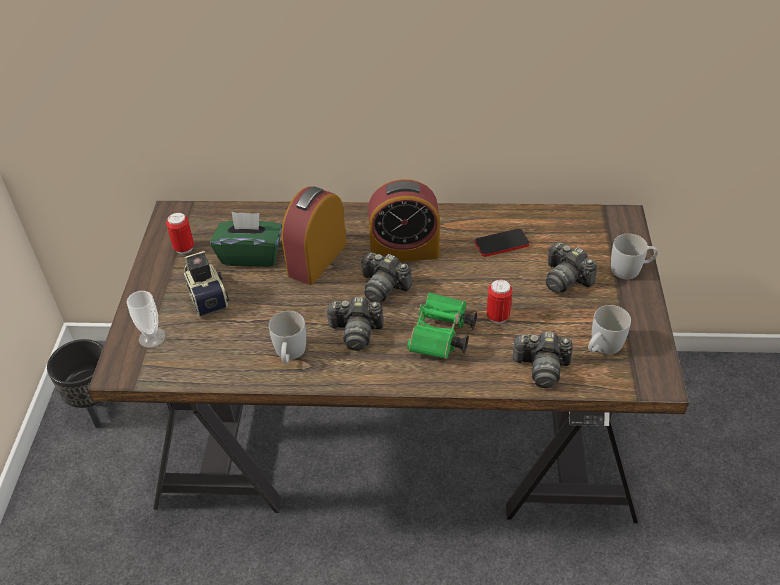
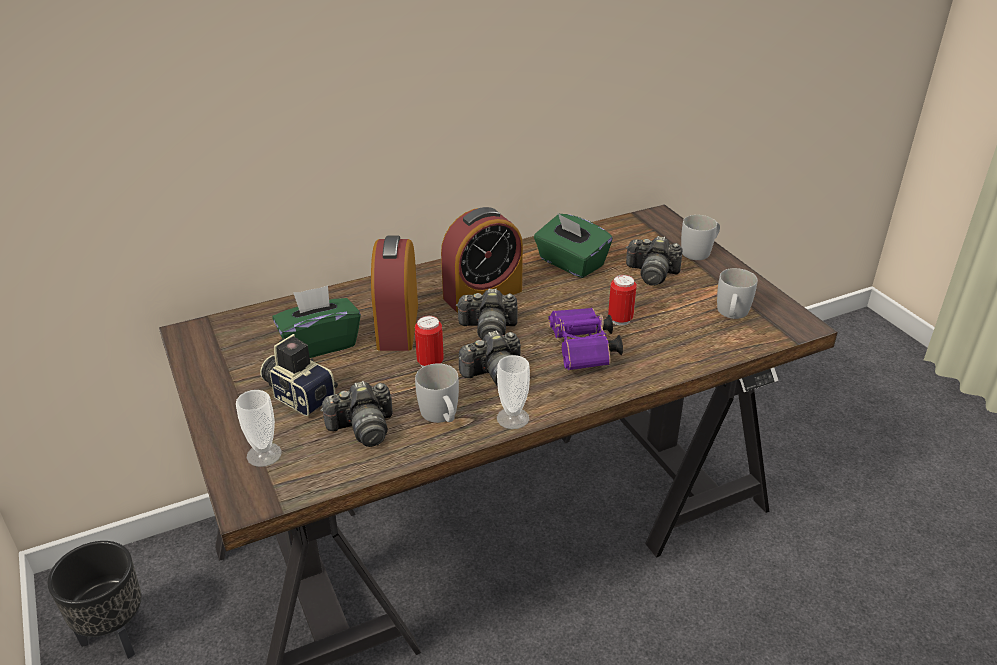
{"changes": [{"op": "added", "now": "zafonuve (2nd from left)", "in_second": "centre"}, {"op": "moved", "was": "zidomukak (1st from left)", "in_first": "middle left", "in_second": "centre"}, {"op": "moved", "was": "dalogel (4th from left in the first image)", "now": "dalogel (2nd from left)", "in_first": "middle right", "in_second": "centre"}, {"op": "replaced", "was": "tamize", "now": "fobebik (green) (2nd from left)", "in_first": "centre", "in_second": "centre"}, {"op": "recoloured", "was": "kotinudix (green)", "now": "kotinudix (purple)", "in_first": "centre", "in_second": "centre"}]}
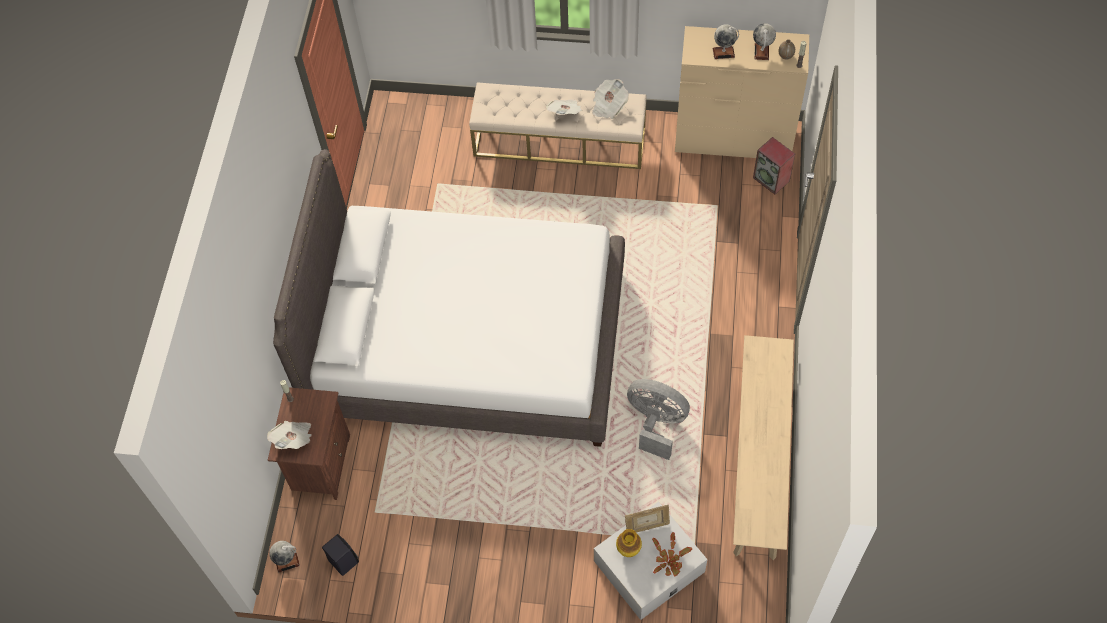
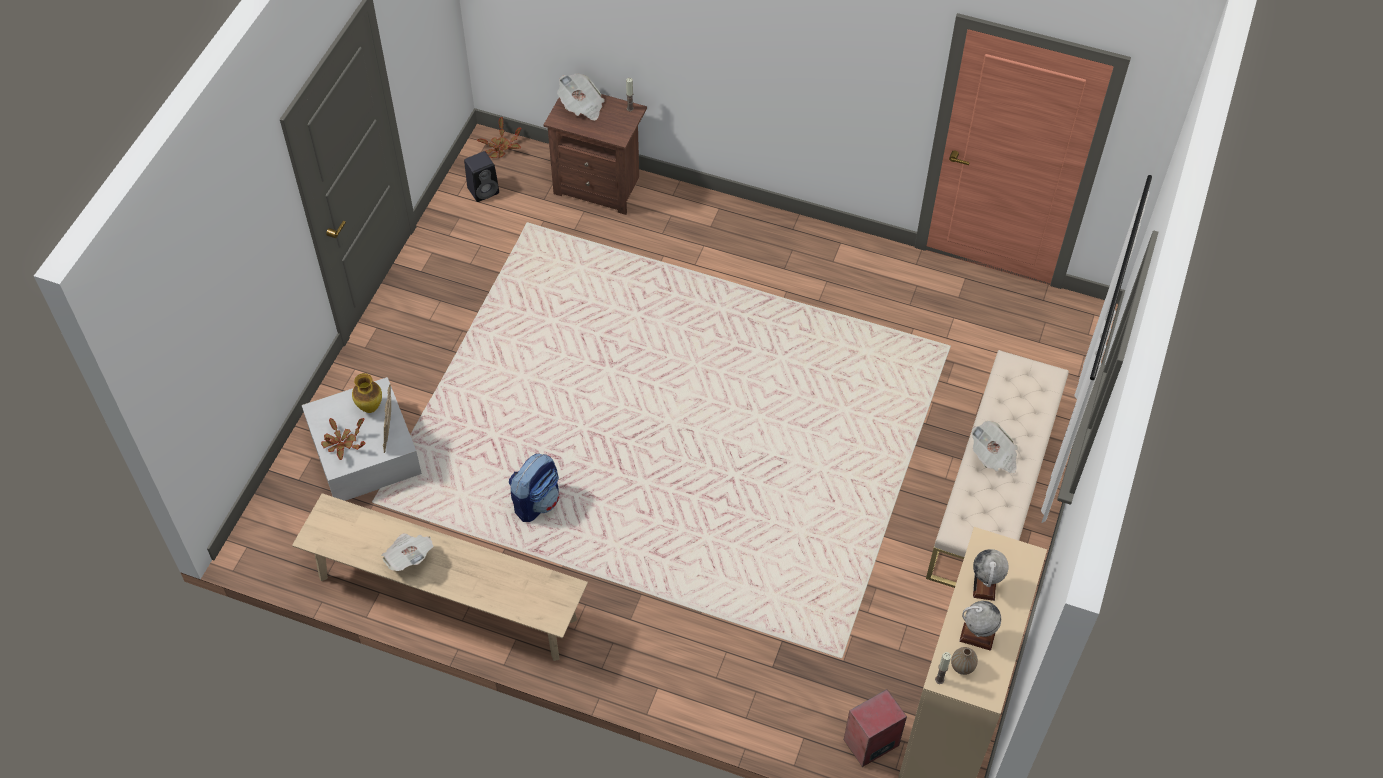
{"changes": [{"op": "removed", "was": "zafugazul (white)", "in_first": "centre"}, {"op": "moved", "was": "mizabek (3rd from left in the first image)", "now": "mizabek (1st from left)", "in_first": "top centre", "in_second": "bottom left"}, {"op": "replaced", "was": "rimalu (1st from left)", "now": "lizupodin (2nd from left)", "in_first": "bottom left", "in_second": "top centre"}, {"op": "replaced", "was": "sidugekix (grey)", "now": "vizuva", "in_first": "bottom centre", "in_second": "centre"}]}
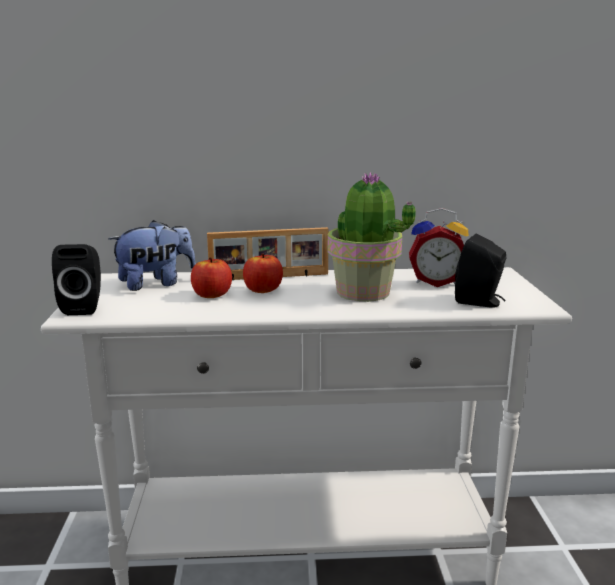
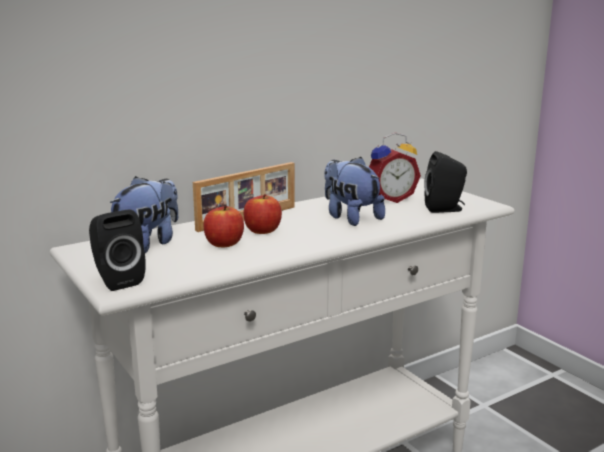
{"changes": [{"op": "replaced", "was": "lizupodin", "now": "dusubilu (2nd from left)", "in_first": "centre", "in_second": "centre"}]}
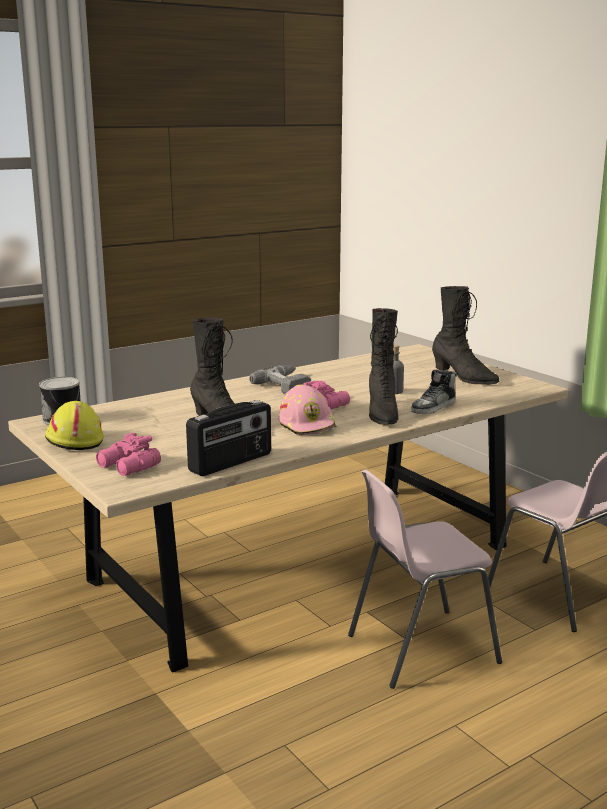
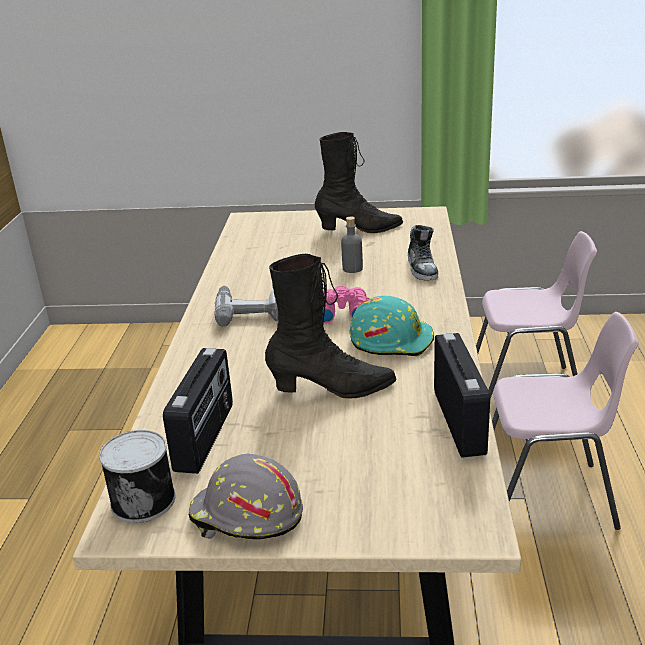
{"changes": [{"op": "removed", "was": "kotinudix (pink) (1st from left)", "in_first": "middle left"}, {"op": "removed", "was": "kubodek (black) (2nd from left)", "in_first": "centre"}, {"op": "added", "now": "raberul (1st from left)", "in_second": "middle left"}, {"op": "recoloured", "was": "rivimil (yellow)", "now": "rivimil (grey)", "in_first": "middle left", "in_second": "bottom centre"}, {"op": "recoloured", "was": "rivimil (pink)", "now": "rivimil (turquoise)", "in_first": "centre", "in_second": "centre"}, {"op": "turned", "was": "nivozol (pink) (1st from left in the first image)", "in_first": "bottom right", "in_second": "middle right", "clockwise": -105}]}
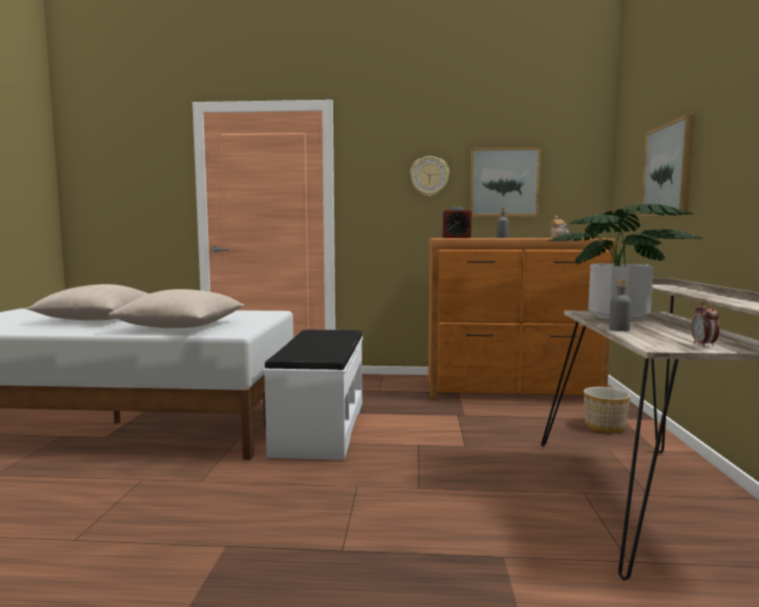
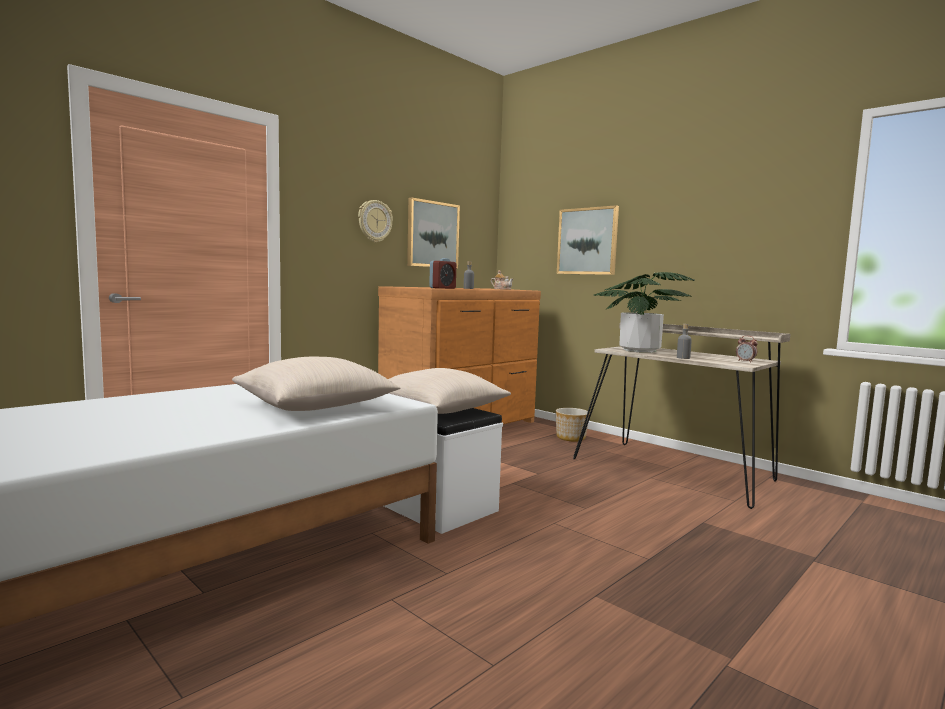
{"changes": [{"op": "moved", "was": "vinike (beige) (1st from left in the first image)", "now": "vinike (beige) (2nd from left)", "in_first": "middle left", "in_second": "centre"}]}
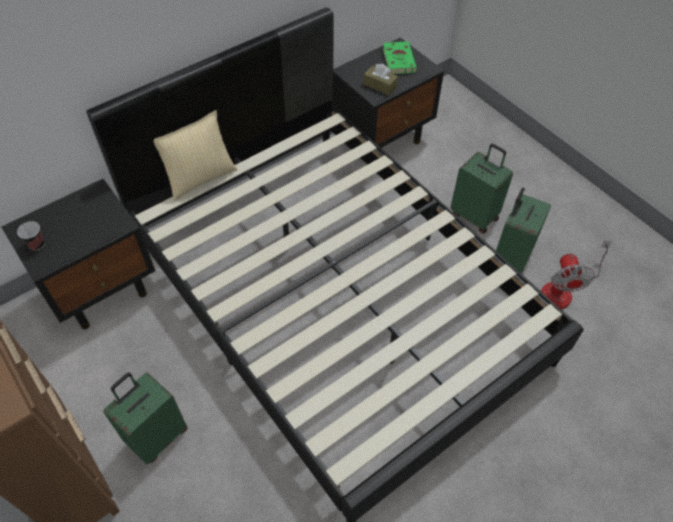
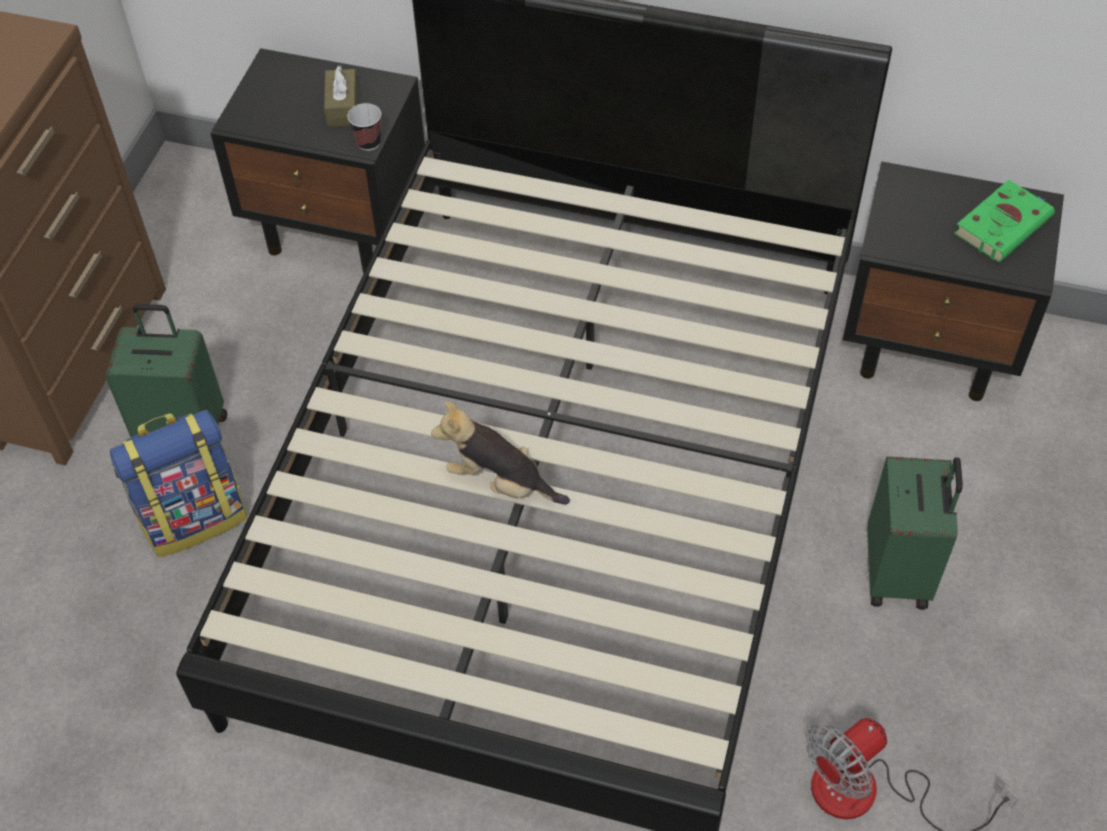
{"changes": [{"op": "removed", "was": "vinike", "in_first": "top left"}, {"op": "removed", "was": "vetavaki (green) (3rd from left)", "in_first": "middle right"}, {"op": "added", "now": "vizuva", "in_second": "middle left"}, {"op": "added", "now": "dusubilu", "in_second": "centre"}, {"op": "moved", "was": "zafonuve", "in_first": "middle left", "in_second": "top left"}, {"op": "moved", "was": "fobebik (brown)", "in_first": "top centre", "in_second": "top left"}]}
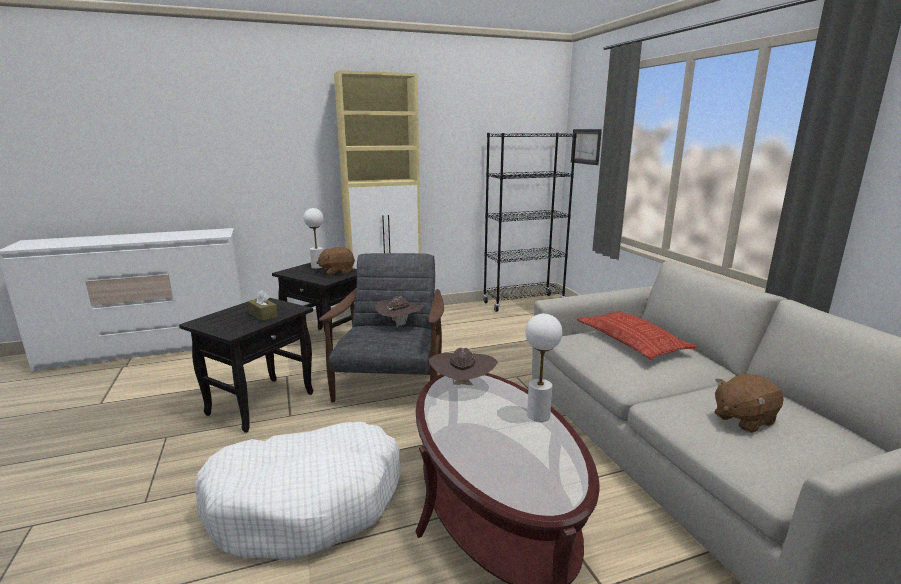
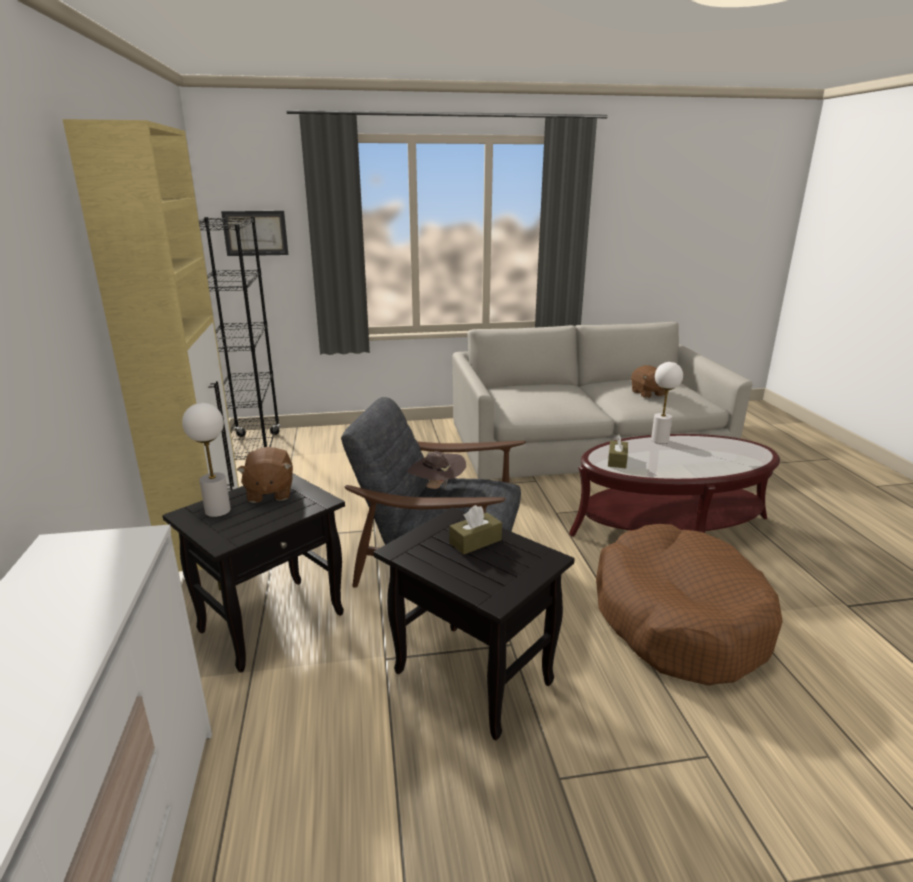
{"changes": [{"op": "removed", "was": "vinike", "in_first": "middle right"}, {"op": "replaced", "was": "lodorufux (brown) (2nd from left)", "now": "fobebik (brown) (2nd from left)", "in_first": "centre", "in_second": "middle right"}, {"op": "recoloured", "was": "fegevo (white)", "now": "fegevo (brown)", "in_first": "bottom left", "in_second": "bottom right"}]}
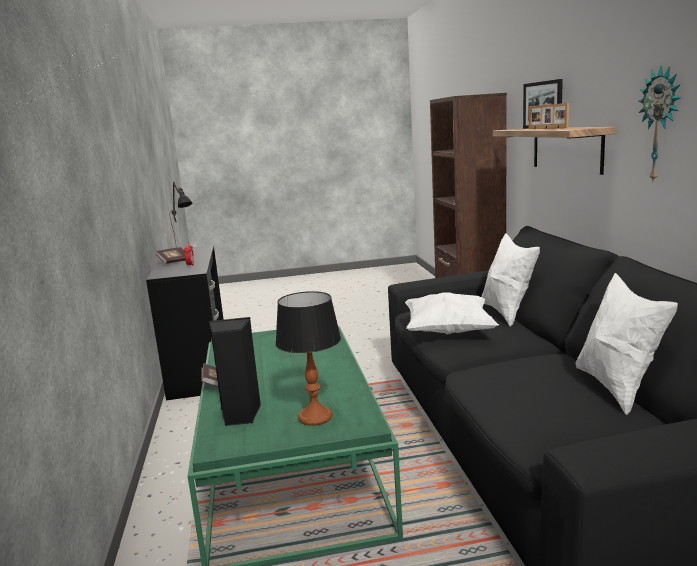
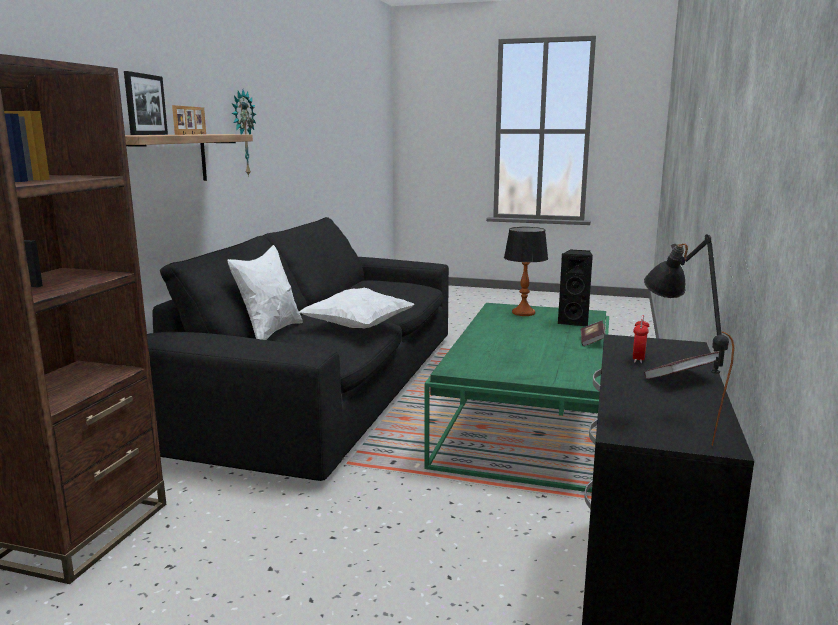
{"changes": [{"op": "removed", "was": "vinike (white) (3rd from left)", "in_first": "middle right"}]}
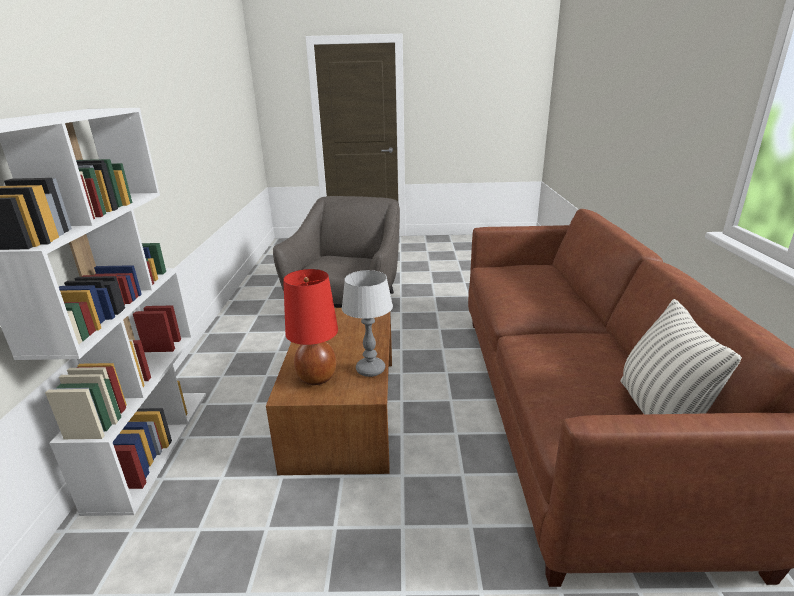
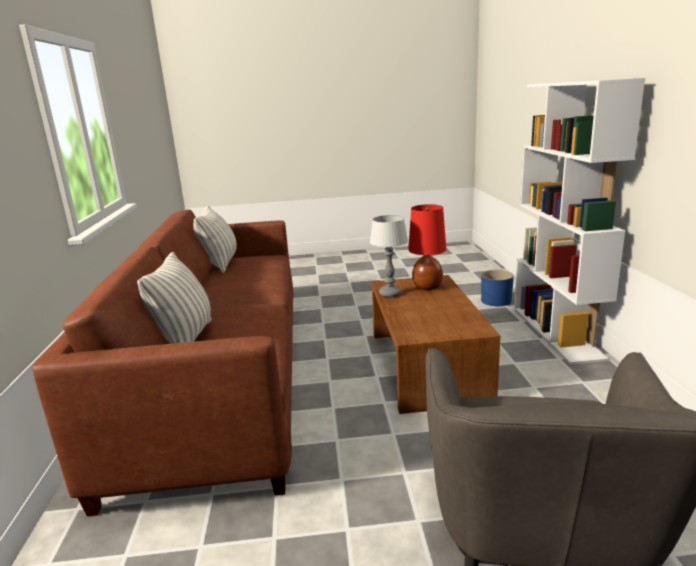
{"changes": [{"op": "added", "now": "vinike (1st from left)", "in_second": "middle left"}, {"op": "added", "now": "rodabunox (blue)", "in_second": "middle right"}]}
